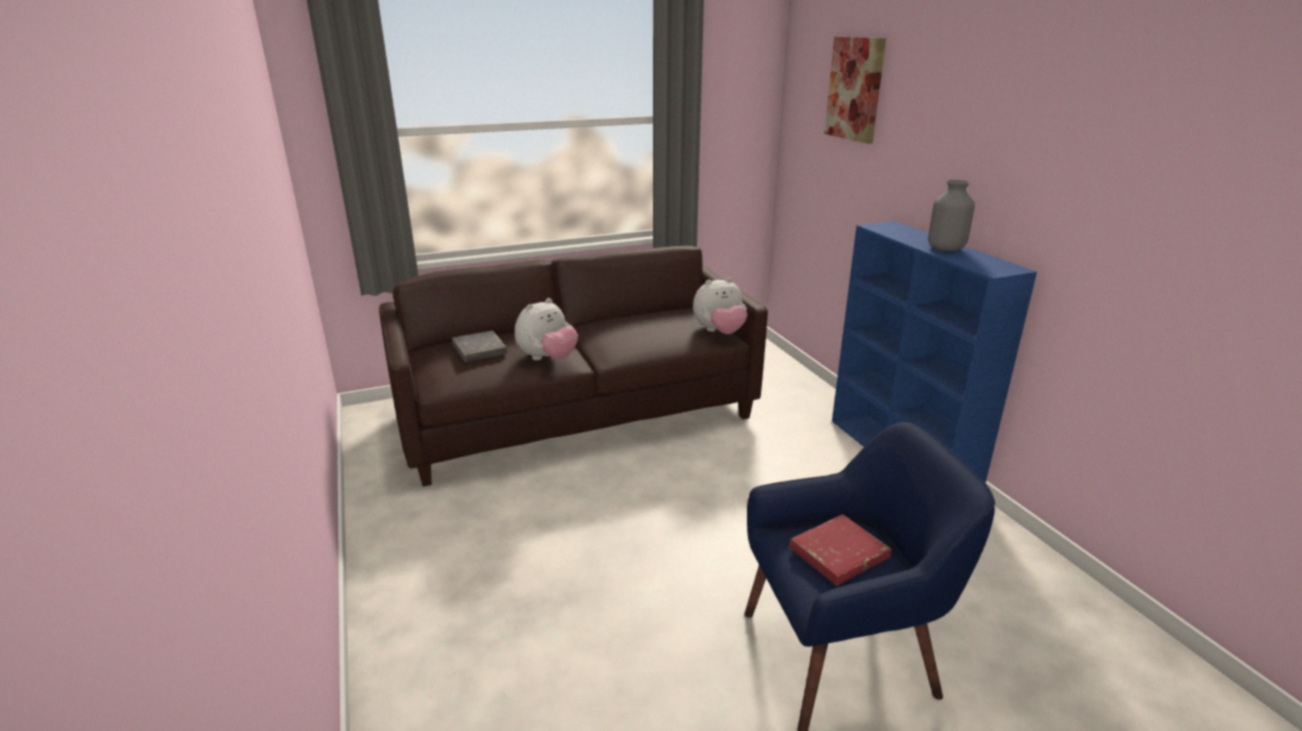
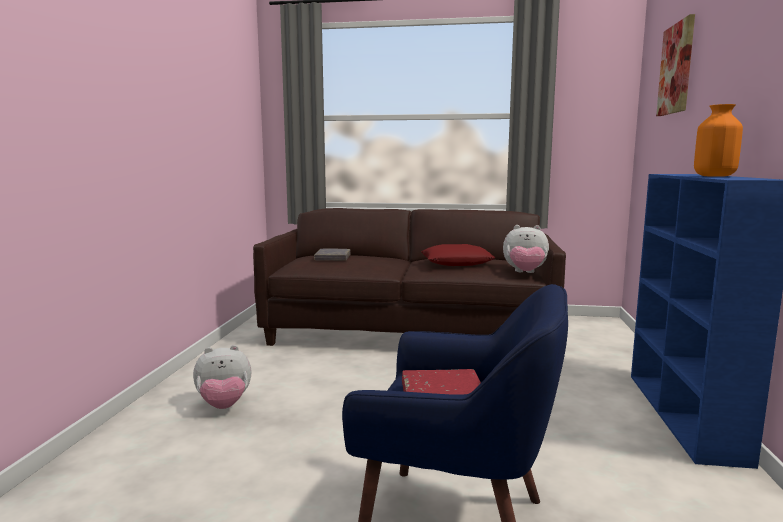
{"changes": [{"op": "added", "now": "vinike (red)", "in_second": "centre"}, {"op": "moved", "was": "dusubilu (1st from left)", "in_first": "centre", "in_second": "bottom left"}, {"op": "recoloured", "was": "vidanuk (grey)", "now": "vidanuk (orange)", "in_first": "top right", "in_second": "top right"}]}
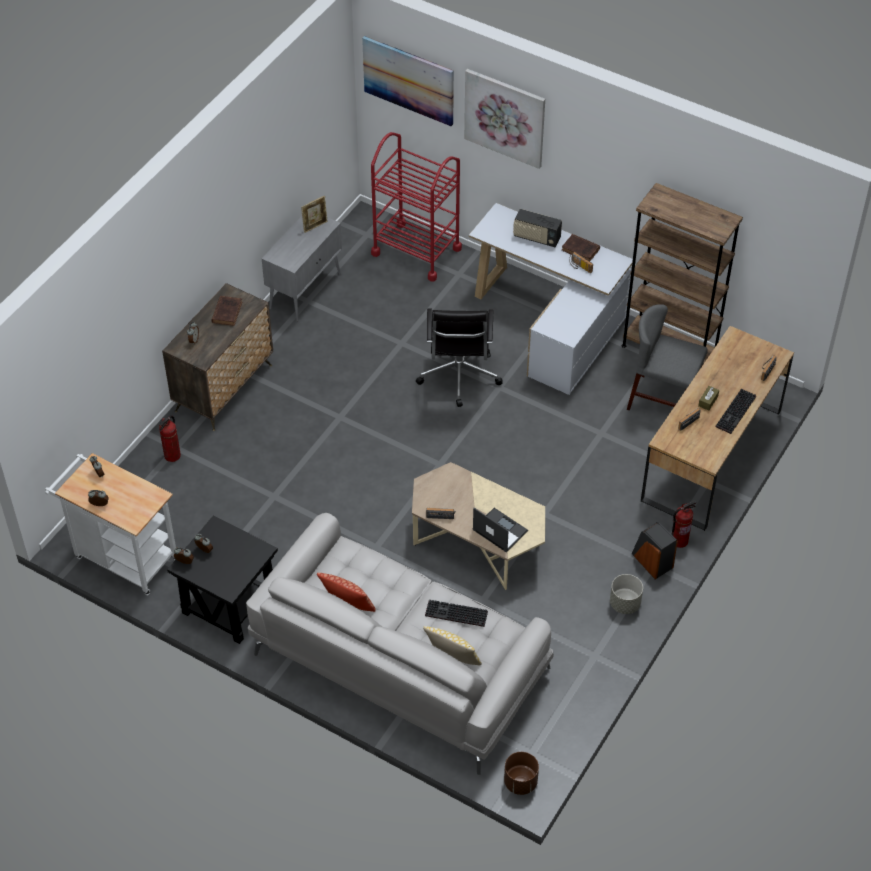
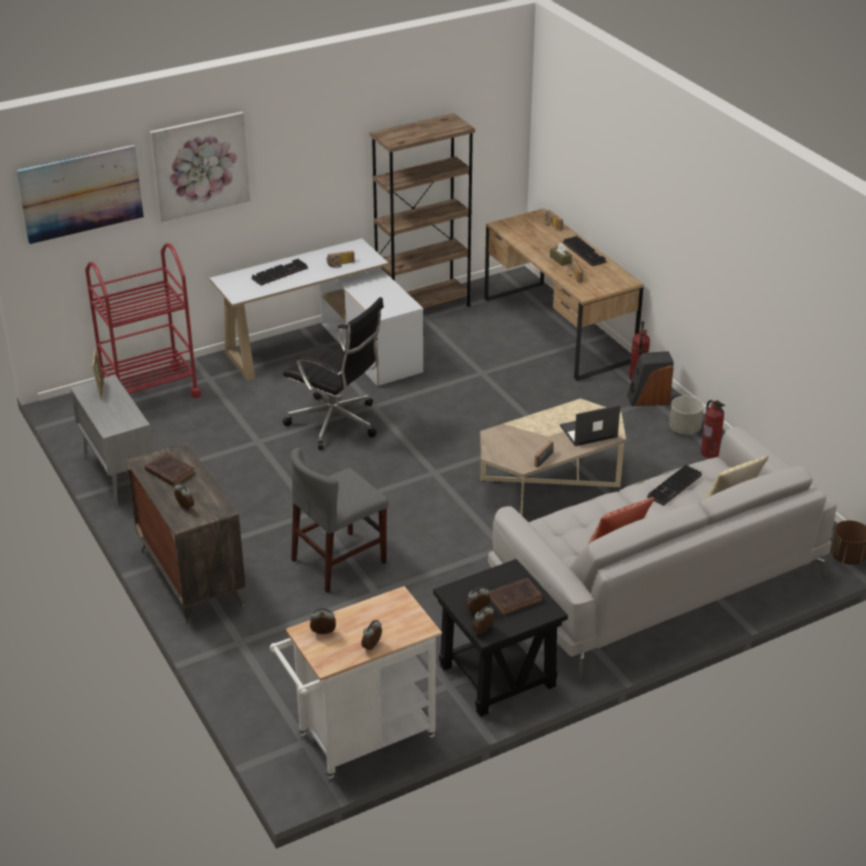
{"changes": [{"op": "moved", "was": "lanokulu (1st from left in the first image)", "now": "lanokulu (2nd from left)", "in_first": "middle left", "in_second": "middle right"}, {"op": "moved", "was": "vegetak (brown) (2nd from left)", "in_first": "top right", "in_second": "bottom centre"}, {"op": "moved", "was": "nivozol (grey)", "in_first": "middle right", "in_second": "centre"}, {"op": "replaced", "was": "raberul (2nd from left)", "now": "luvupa (1st from left)", "in_first": "top centre", "in_second": "top left"}]}
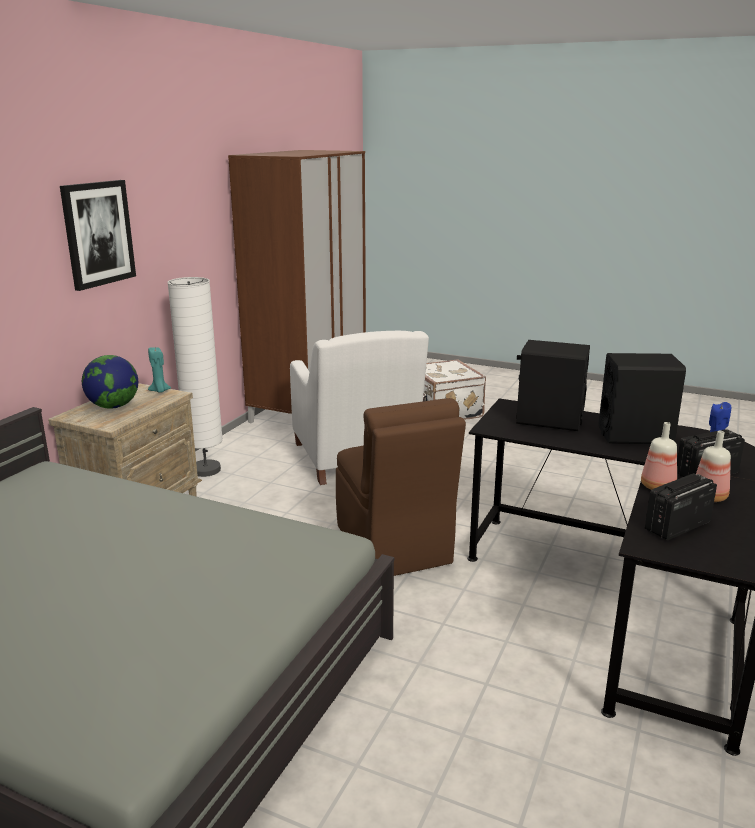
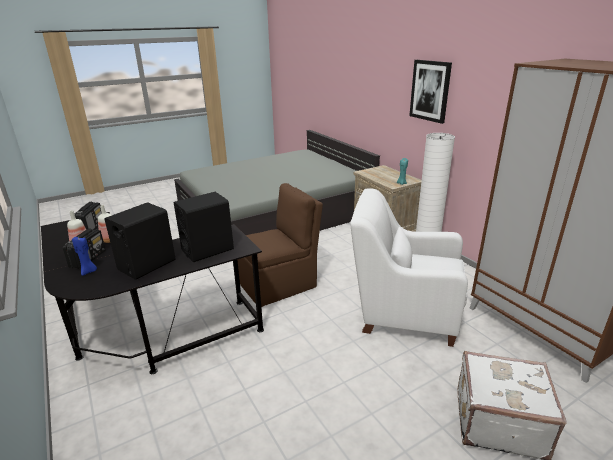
{"changes": [{"op": "removed", "was": "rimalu", "in_first": "middle left"}, {"op": "turned", "was": "nivozol (brown)", "in_first": "centre", "in_second": "centre", "clockwise": 135}]}
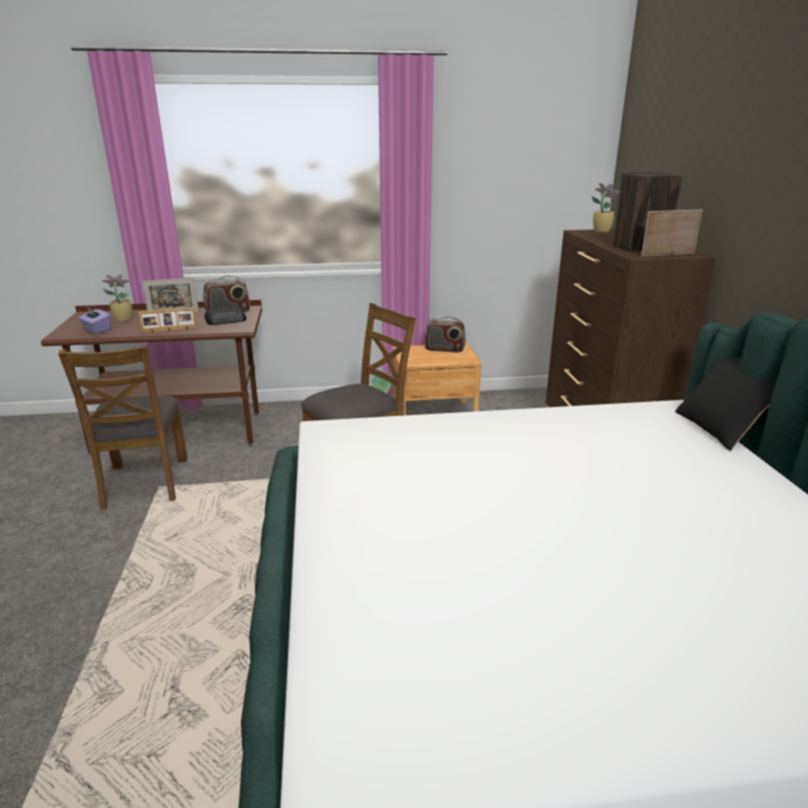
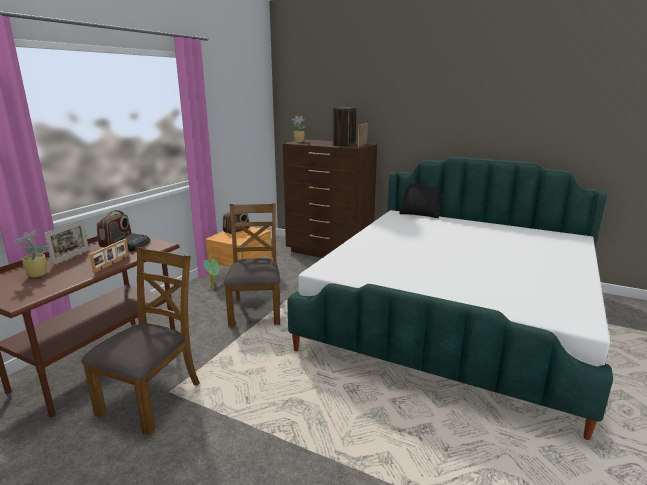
{"changes": [{"op": "removed", "was": "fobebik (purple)", "in_first": "middle left"}, {"op": "turned", "was": "nivozol (brown) (1st from left)", "in_first": "middle left", "in_second": "bottom left", "clockwise": -90}]}
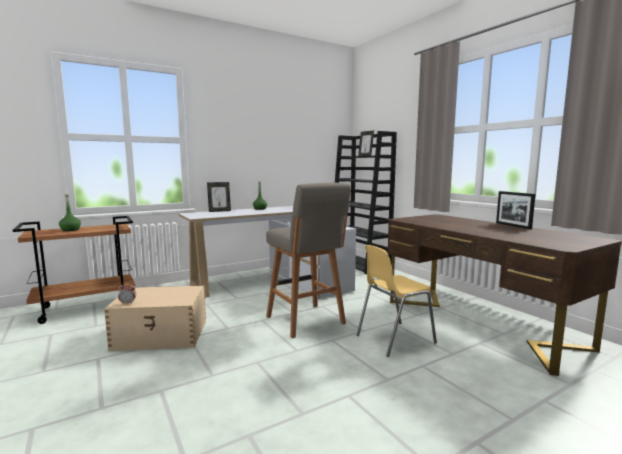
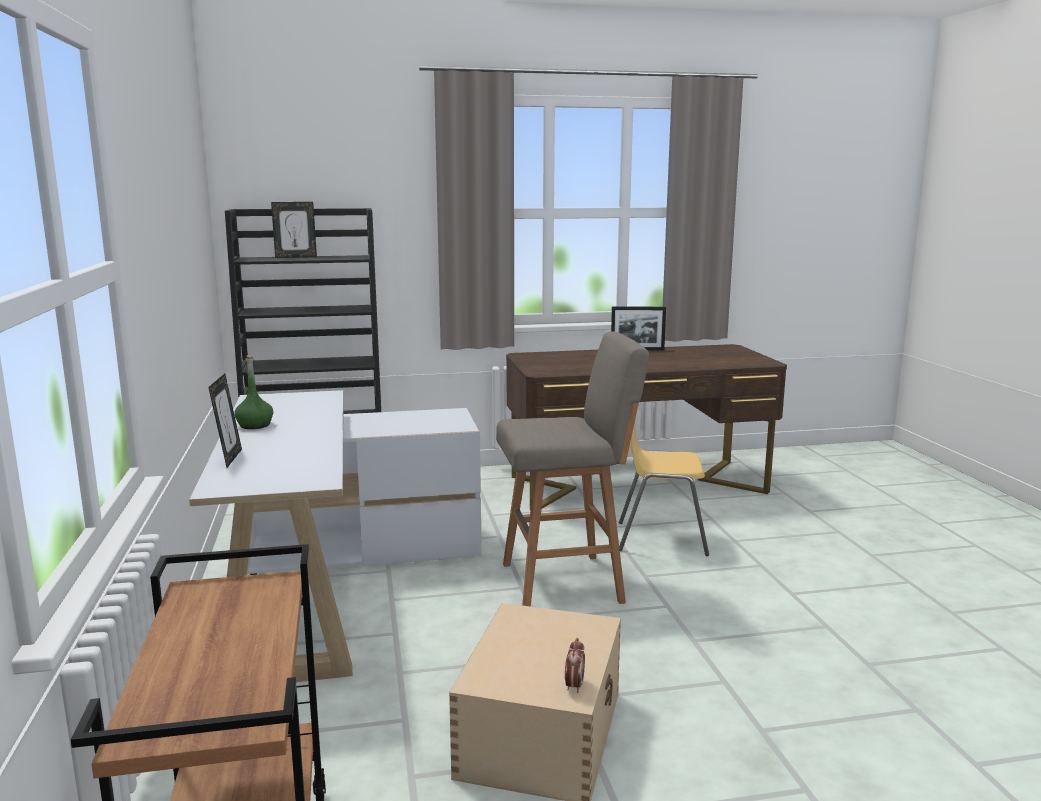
{"changes": [{"op": "removed", "was": "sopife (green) (1st from left)", "in_first": "middle left"}, {"op": "turned", "was": "nivozol (yellow)", "in_first": "centre", "in_second": "centre", "clockwise": 105}]}
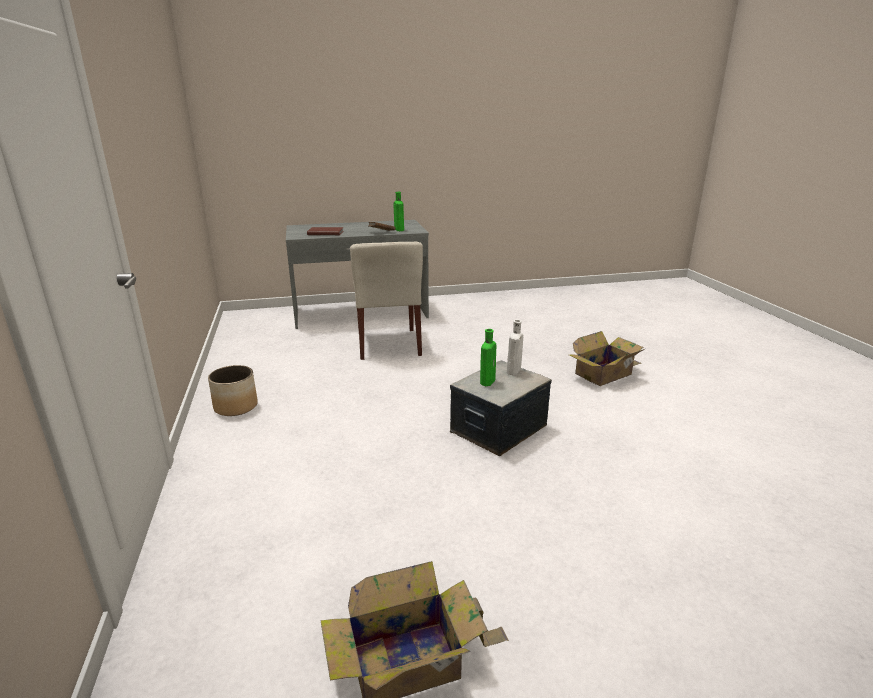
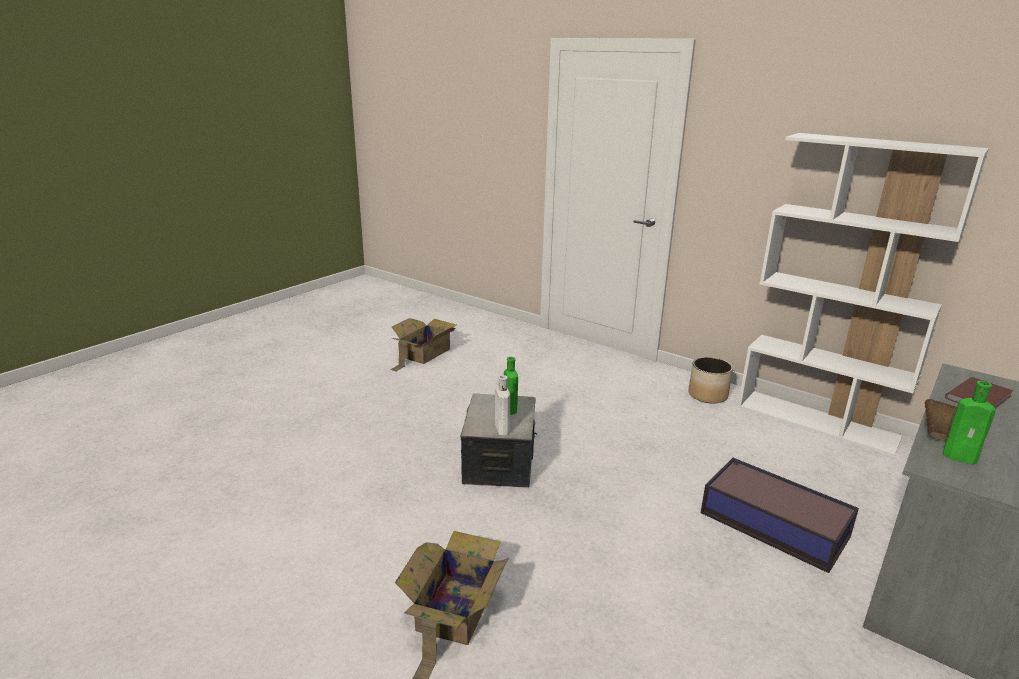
{"changes": [{"op": "added", "now": "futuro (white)", "in_second": "middle right"}, {"op": "replaced", "was": "nivozol (beige)", "now": "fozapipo (2nd from left)", "in_first": "centre", "in_second": "bottom right"}]}
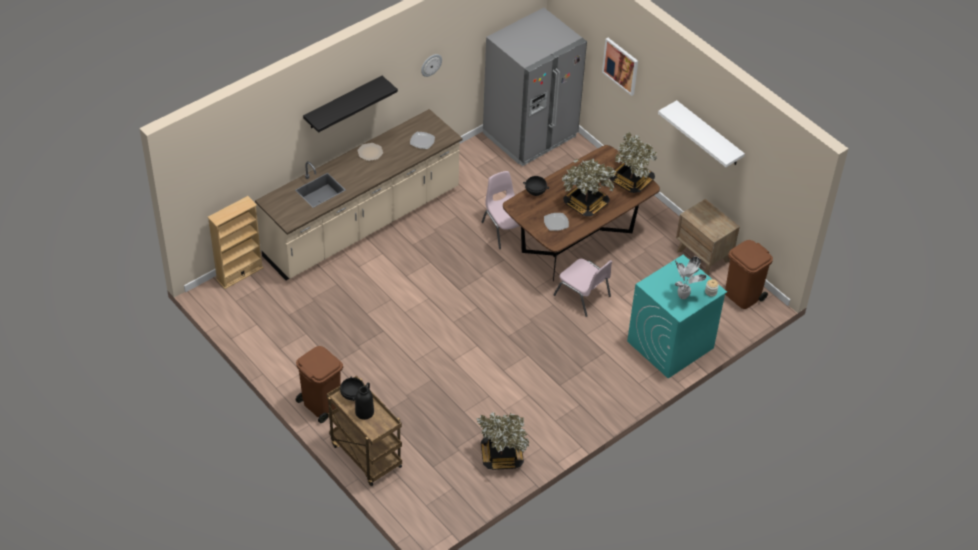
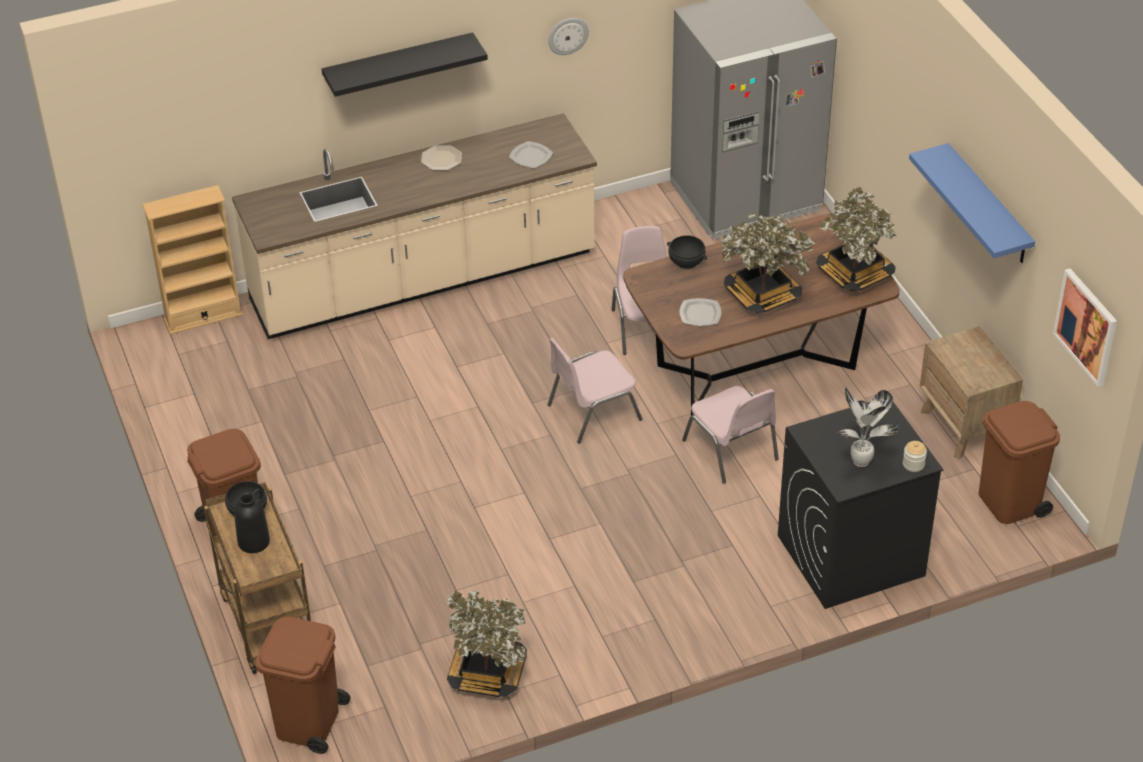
{"changes": [{"op": "added", "now": "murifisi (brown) (2nd from left)", "in_second": "bottom left"}, {"op": "added", "now": "nivozol (pink) (1st from left)", "in_second": "centre"}, {"op": "moved", "was": "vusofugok", "in_first": "top centre", "in_second": "middle right"}, {"op": "recoloured", "was": "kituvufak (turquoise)", "now": "kituvufak (black)", "in_first": "middle right", "in_second": "middle right"}, {"op": "recoloured", "was": "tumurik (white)", "now": "tumurik (blue)", "in_first": "top right", "in_second": "top right"}]}
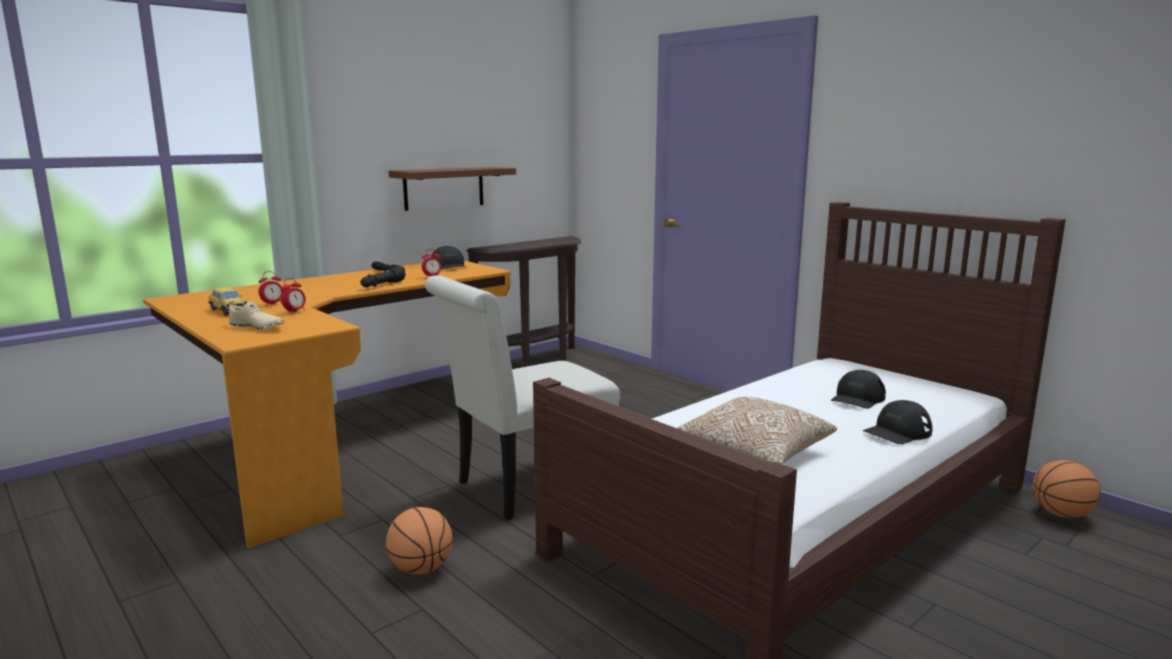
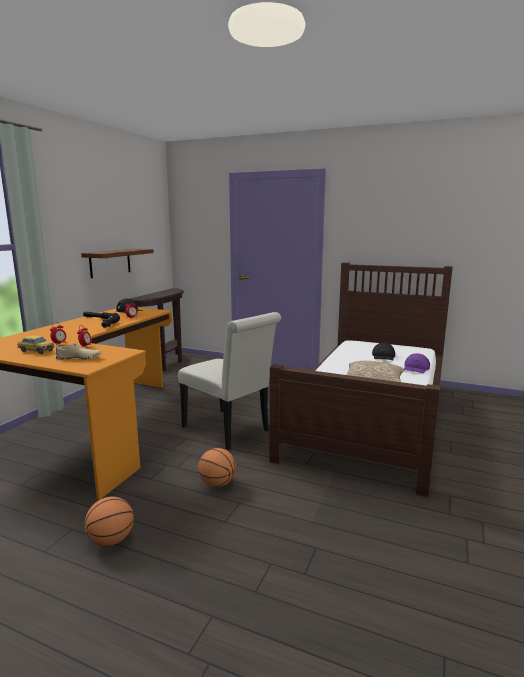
{"changes": [{"op": "moved", "was": "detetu (2nd from left in the first image)", "now": "detetu (1st from left)", "in_first": "bottom right", "in_second": "bottom left"}, {"op": "recoloured", "was": "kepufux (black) (3rd from left)", "now": "kepufux (purple)", "in_first": "middle right", "in_second": "middle right"}, {"op": "turned", "was": "nivozol (white)", "in_first": "centre", "in_second": "centre", "clockwise": -75}]}
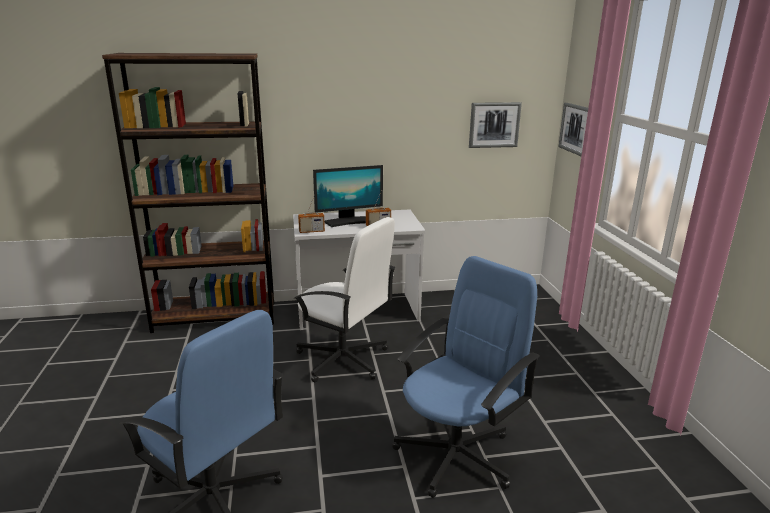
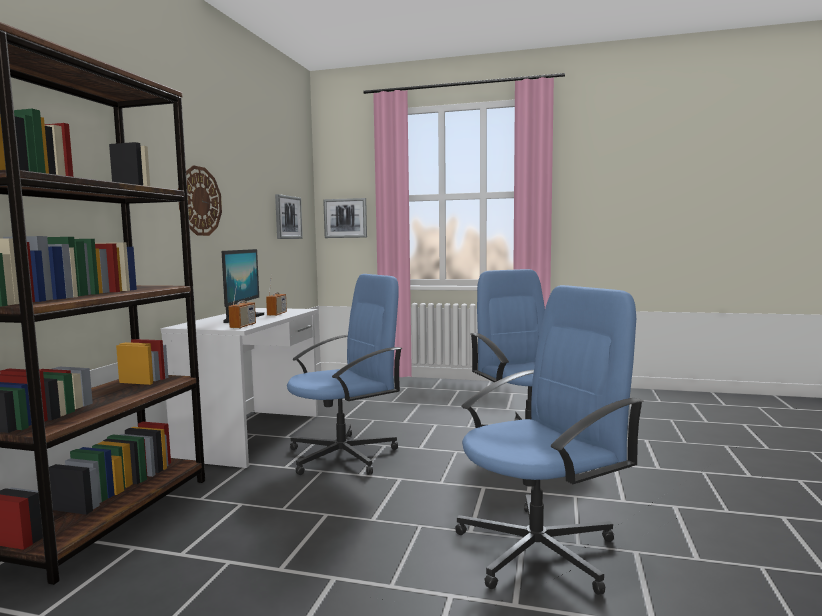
{"changes": [{"op": "added", "now": "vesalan", "in_second": "top left"}, {"op": "recoloured", "was": "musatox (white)", "now": "musatox (blue) (1st from left)", "in_first": "centre", "in_second": "centre"}]}
